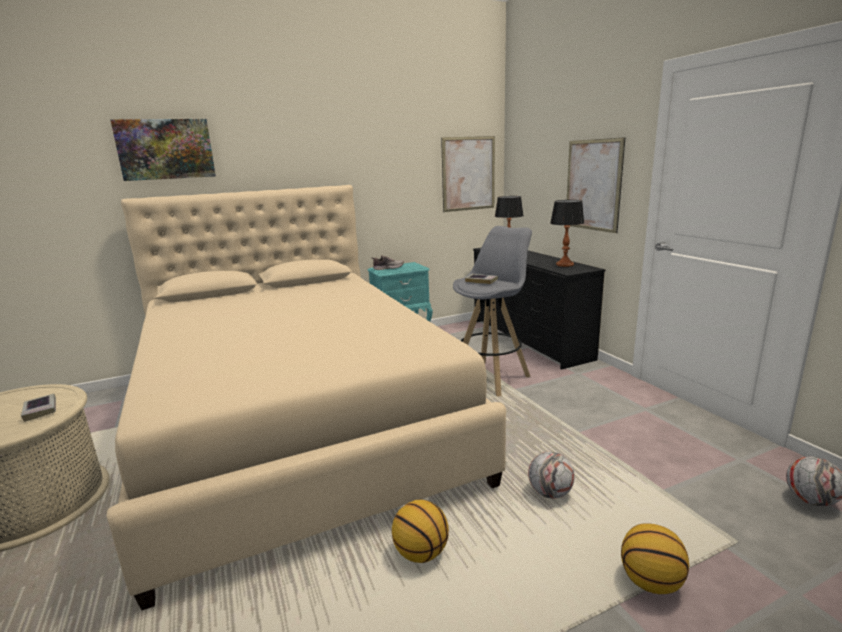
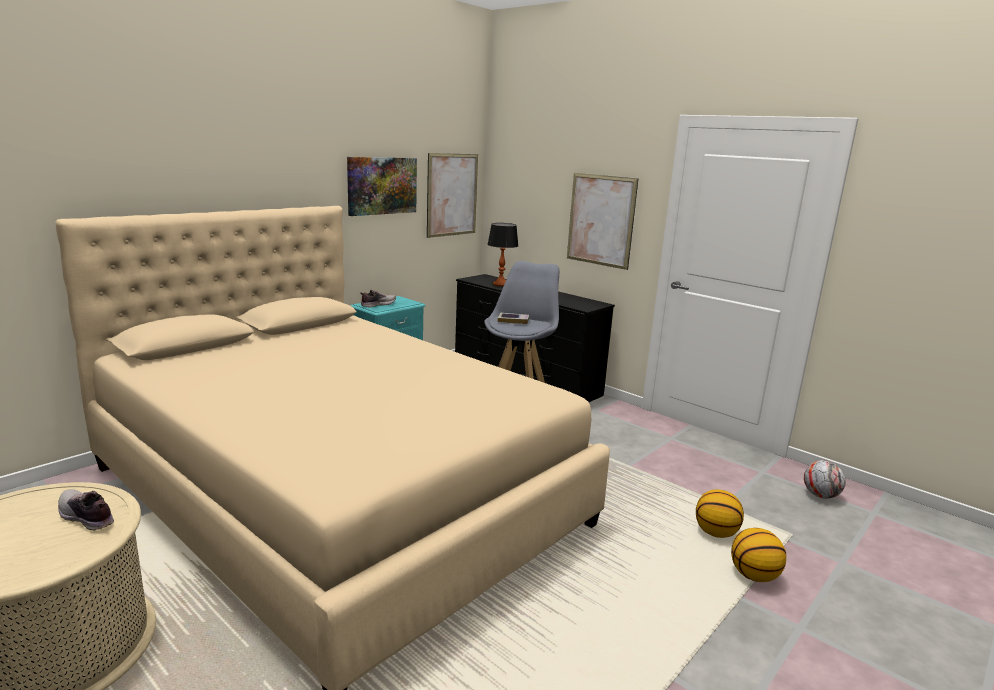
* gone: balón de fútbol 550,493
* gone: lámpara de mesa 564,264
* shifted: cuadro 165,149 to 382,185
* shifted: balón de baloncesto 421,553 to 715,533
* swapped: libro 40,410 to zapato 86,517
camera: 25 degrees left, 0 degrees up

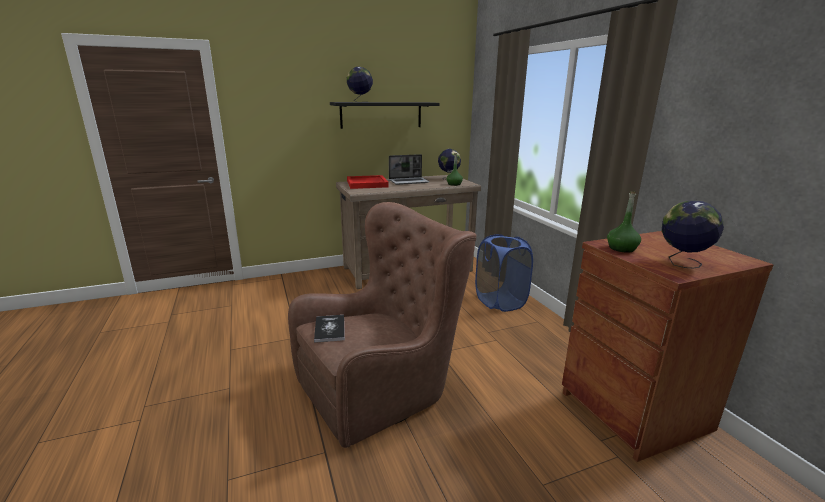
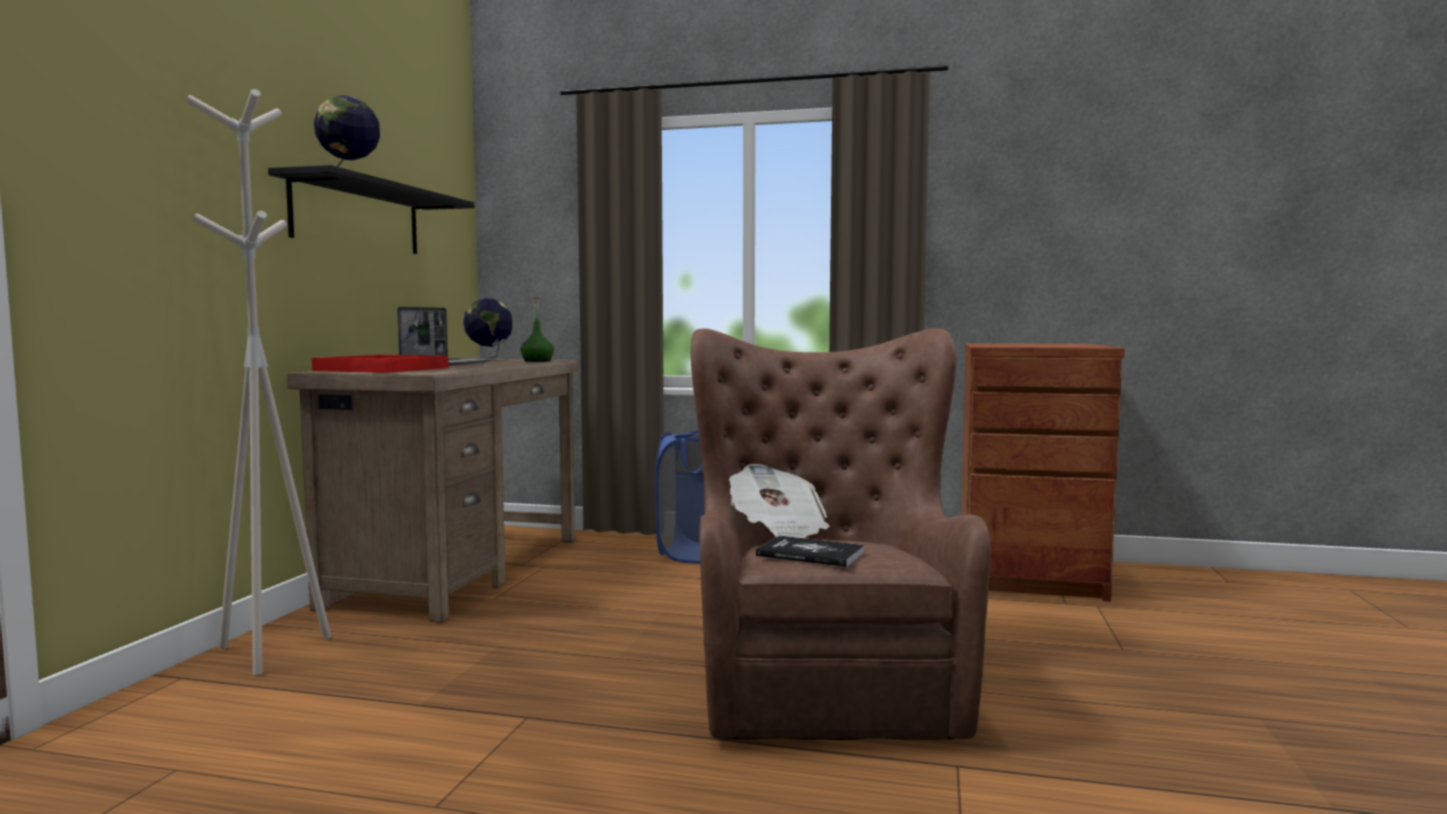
* gone: botella [verde] 621,248
* gone: globo terráqueo 682,263
* new: perchero [gris] 271,652
* new: periódico 778,530
camera: 55 degrees left, 15 degrees down

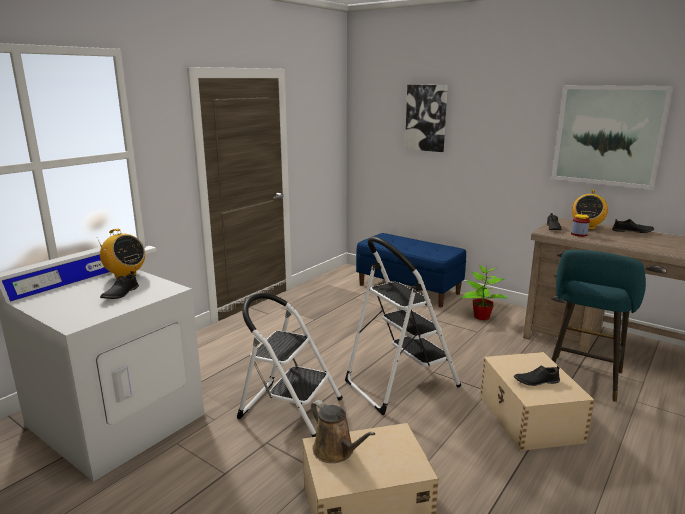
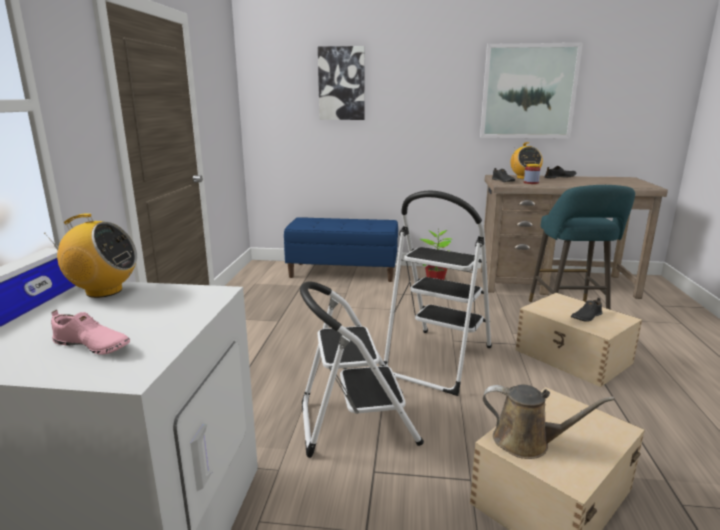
* gone: zapato [negro] 120,294
* new: zapato [rosa] 92,346
camera: 30 degrees left, 0 degrees up

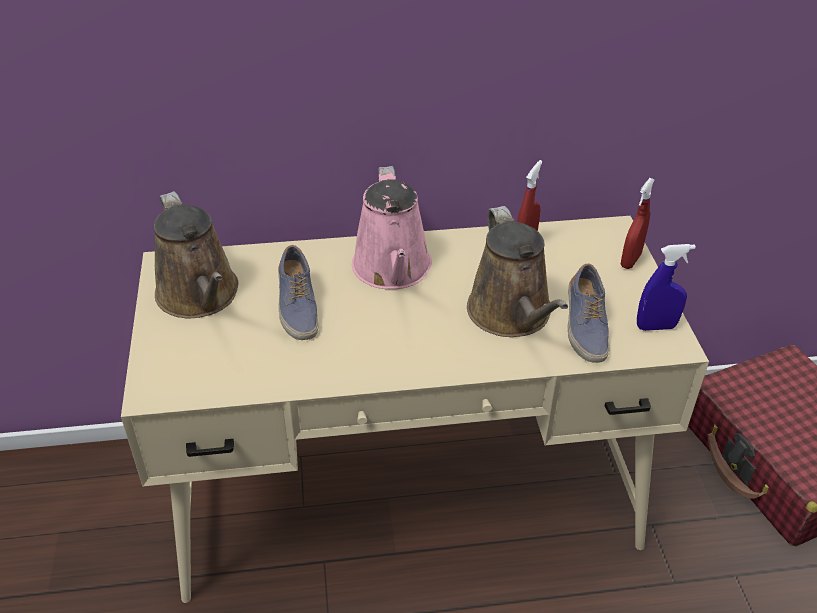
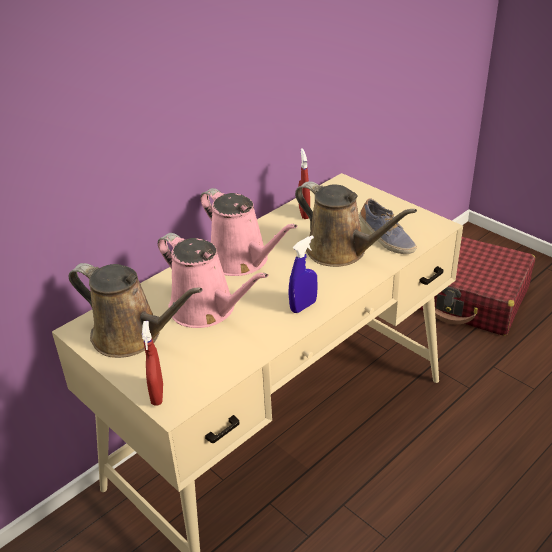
* shifted: pulverizador [rojo] 630,260 to 157,394
* shifted: pulverizador [azul] 656,326 to 303,306
* swapped: zapato 296,307 to regadera [rosa] 207,309
camera: 35 degrees left, 5 degrees down

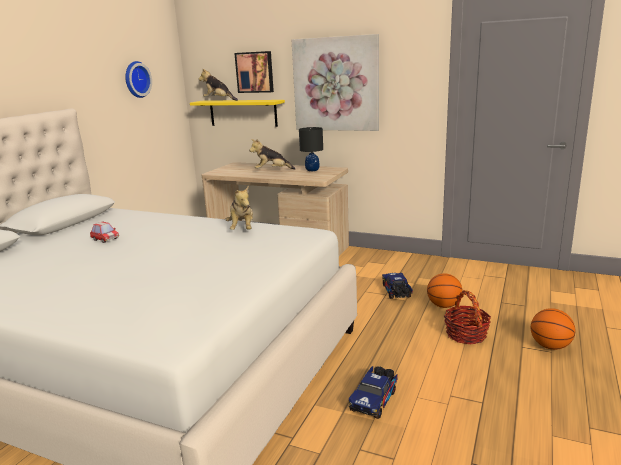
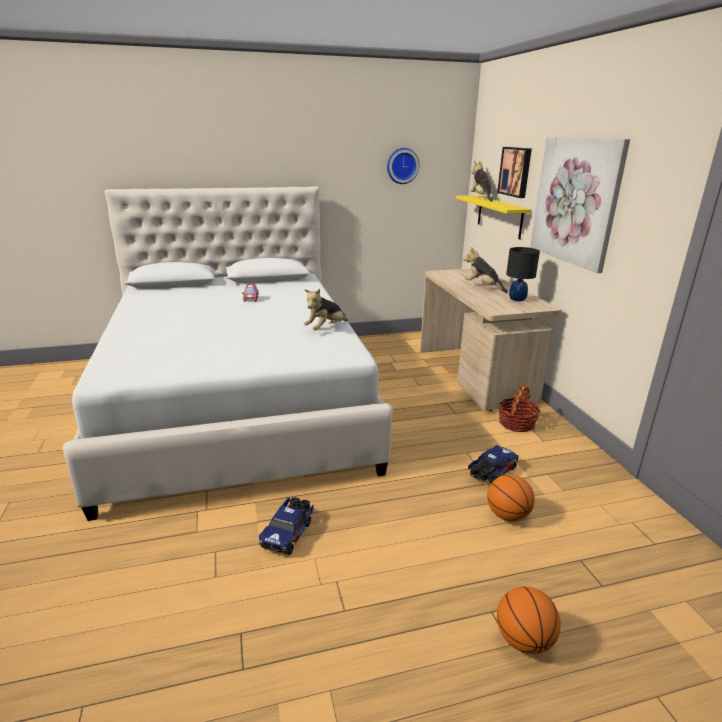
* shifted: cesta 466,334 to 516,423
* rotated: camión de juguete 374,399 = 288,533 60 degrees counterclockwise
camera: 50 degrees right, 5 degrees up

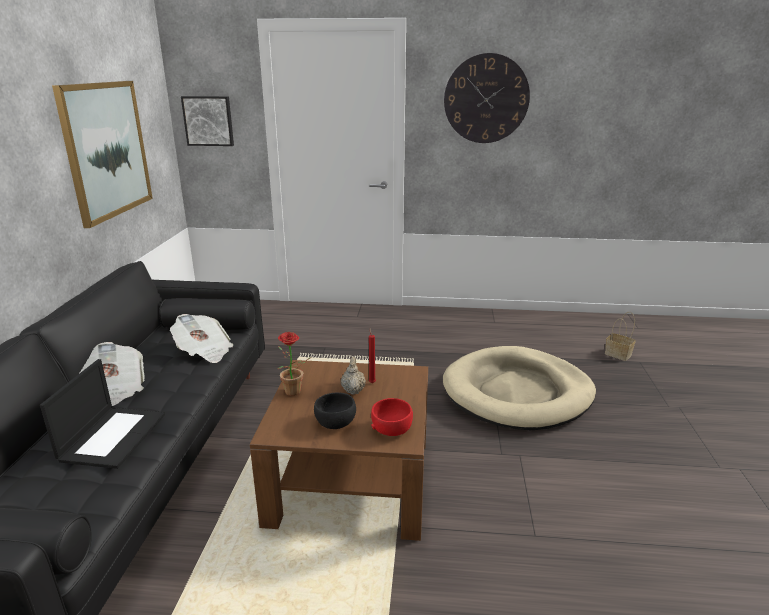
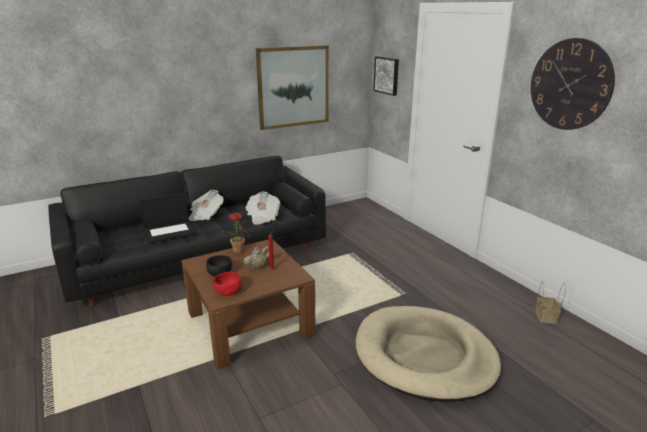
* shifted: cesta 619,354 to 546,317
camera: 55 degrees right, 0 degrees up

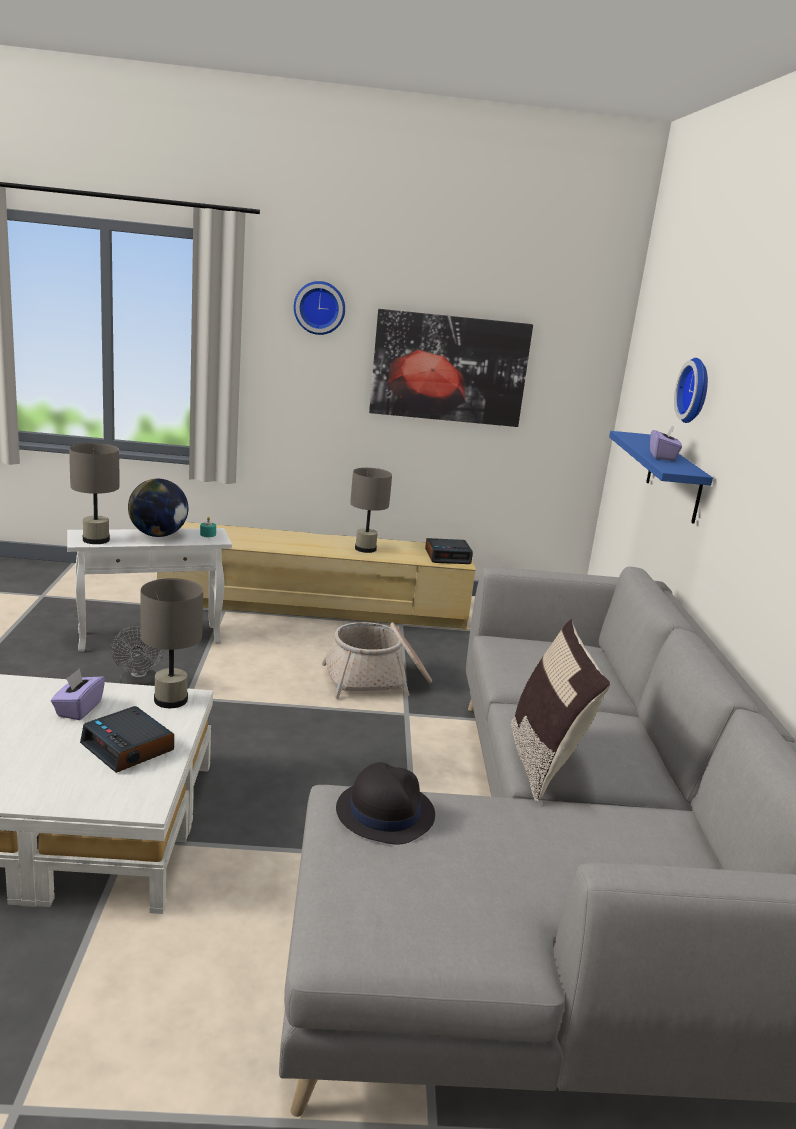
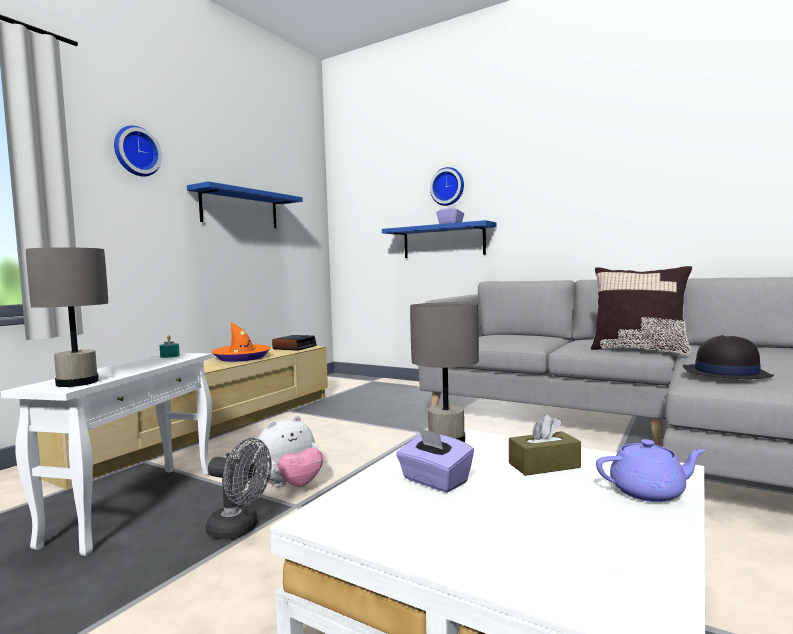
* gone: globo terráqueo 158,535
* gone: cesta 377,680
* new: peluche 291,485
* new: tetera [morado] 649,492
* swapped: despertador 129,748 to caja de pañuelos [marrón] 544,465
* swapped: lámpara de mesa [gris] 366,549 to sombrero [naranja] 242,358
* swapped: cuadro 449,368 to estante [azul] 240,209
camera: 55 degrees left, 15 degrees down

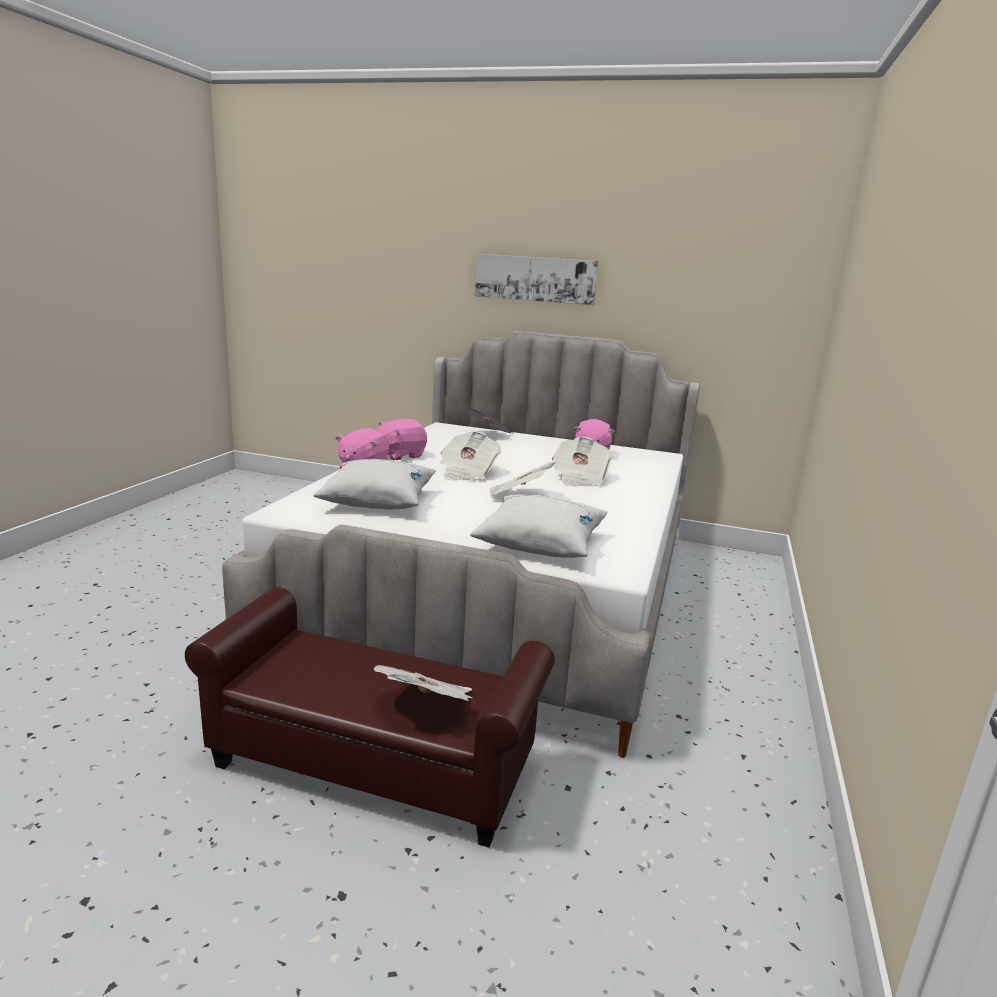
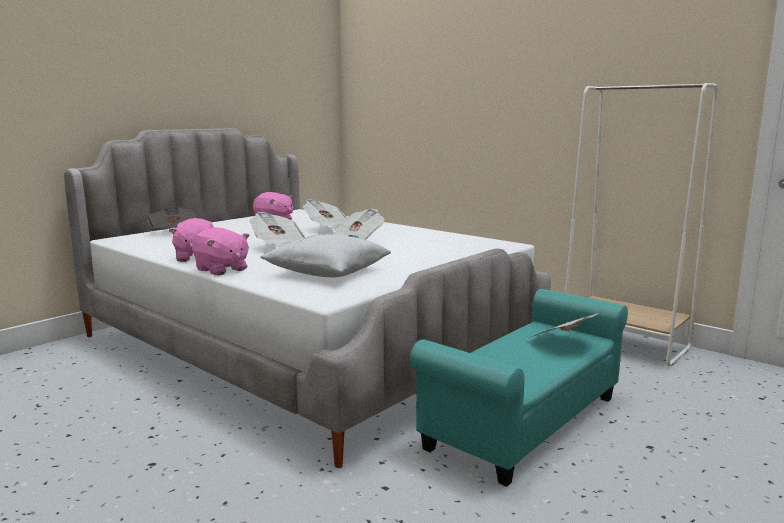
* gone: cojín [gris] 540,544
* gone: cuadro 535,279
* new: perchero 624,345
* repainted: puf [marrón] 374,764 to puf [turquesa] 524,422
camera: 65 degrees left, 5 degrees down

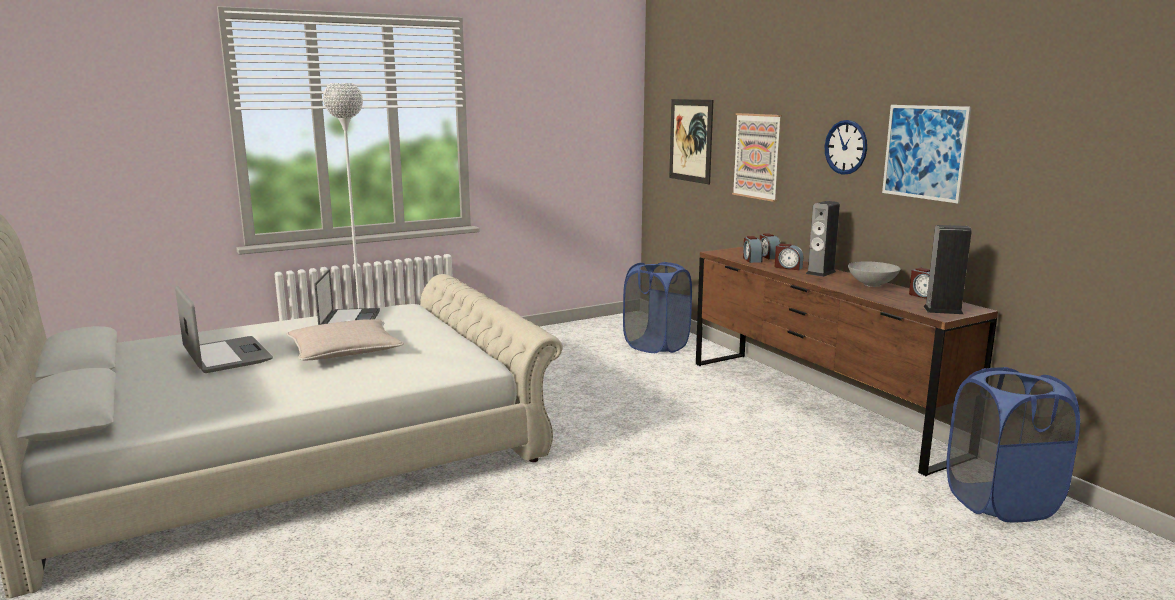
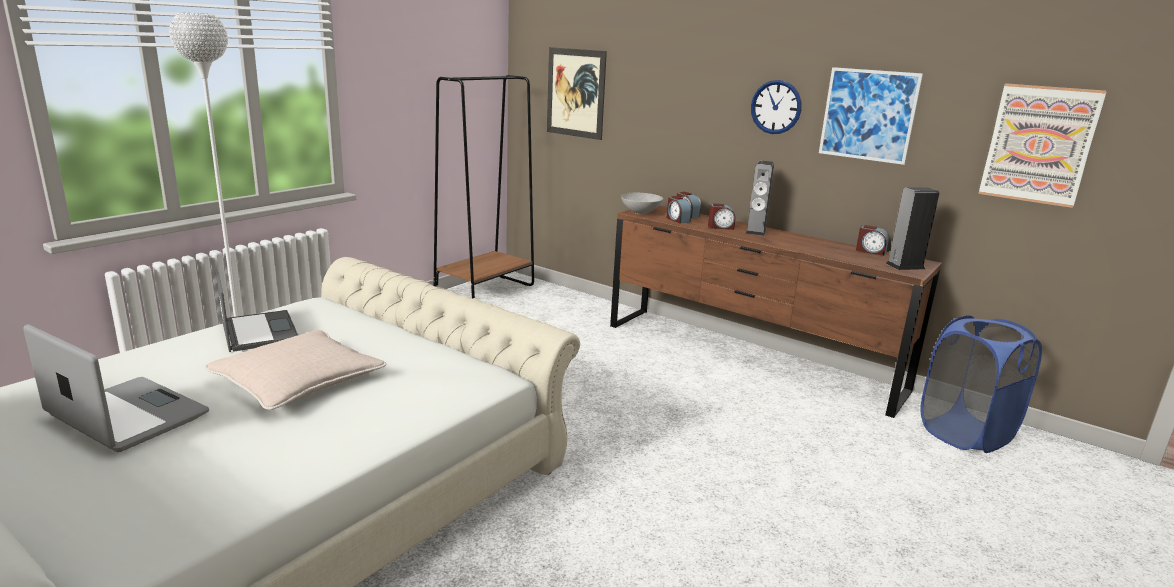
* gone: cesto de la ropa [azul] 656,346
* new: perchero 485,291
* shifted: cuadro 757,156 to 1039,144
* shifted: cuenco [gris] 873,285 to 641,212
camera: 25 degrees left, 5 degrees up

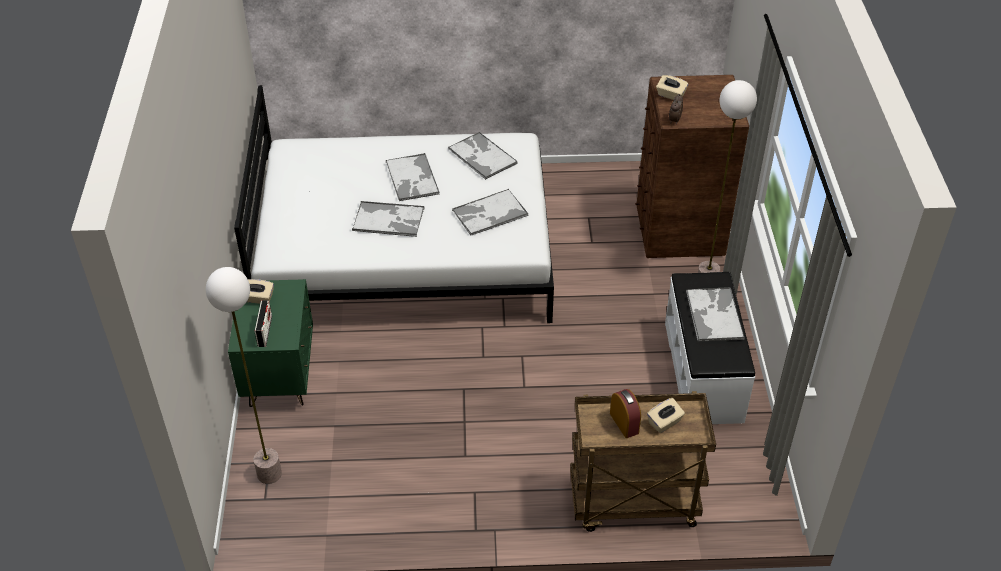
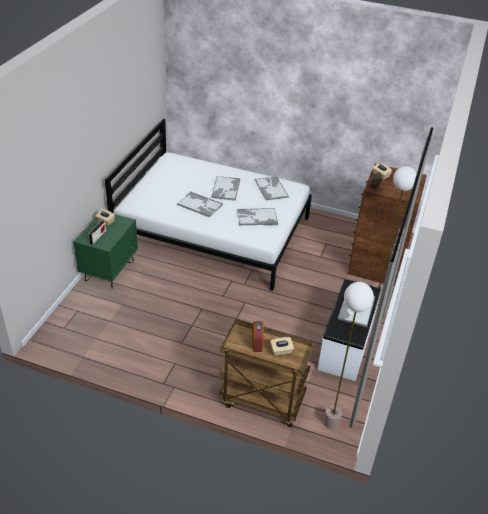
* shifted: lámpara de pie 269,473 to 331,422
camera: 20 degrees right, 5 degrees down

